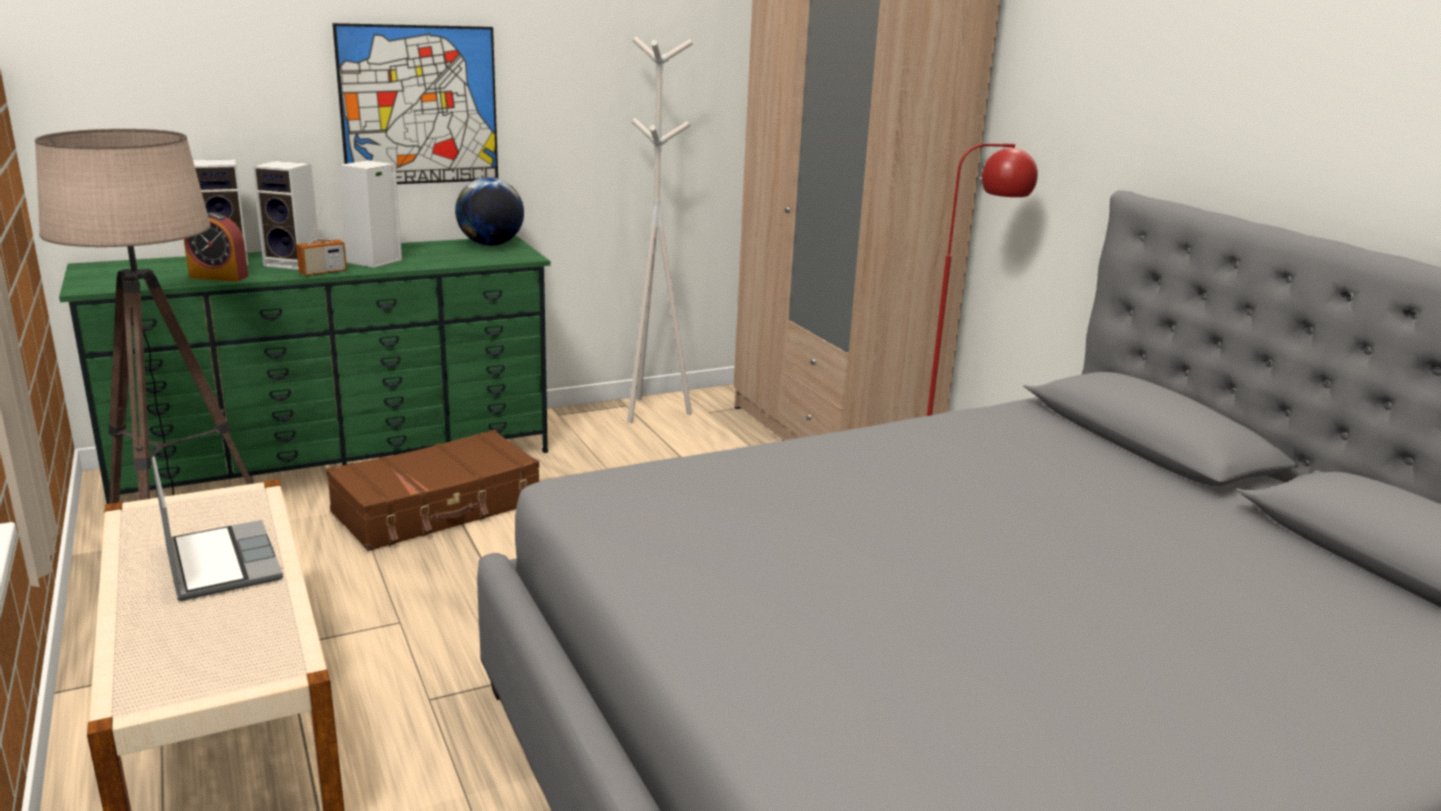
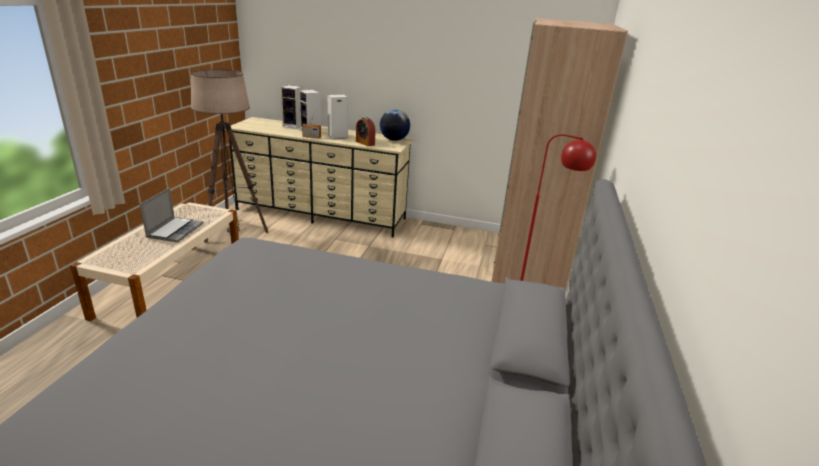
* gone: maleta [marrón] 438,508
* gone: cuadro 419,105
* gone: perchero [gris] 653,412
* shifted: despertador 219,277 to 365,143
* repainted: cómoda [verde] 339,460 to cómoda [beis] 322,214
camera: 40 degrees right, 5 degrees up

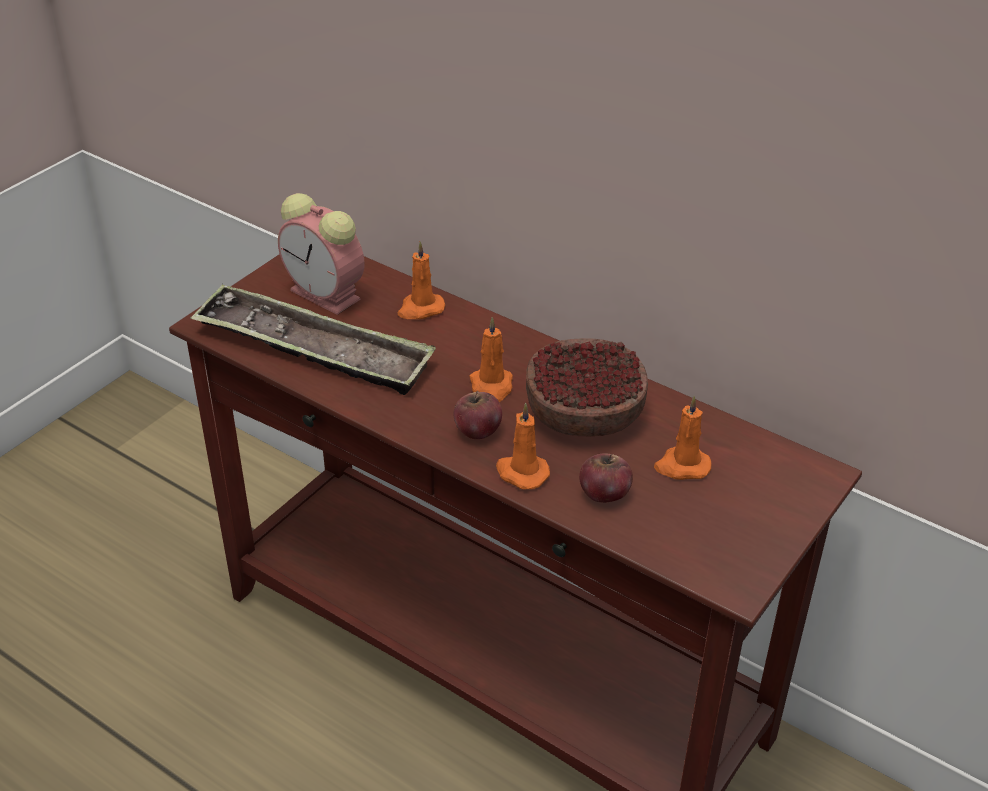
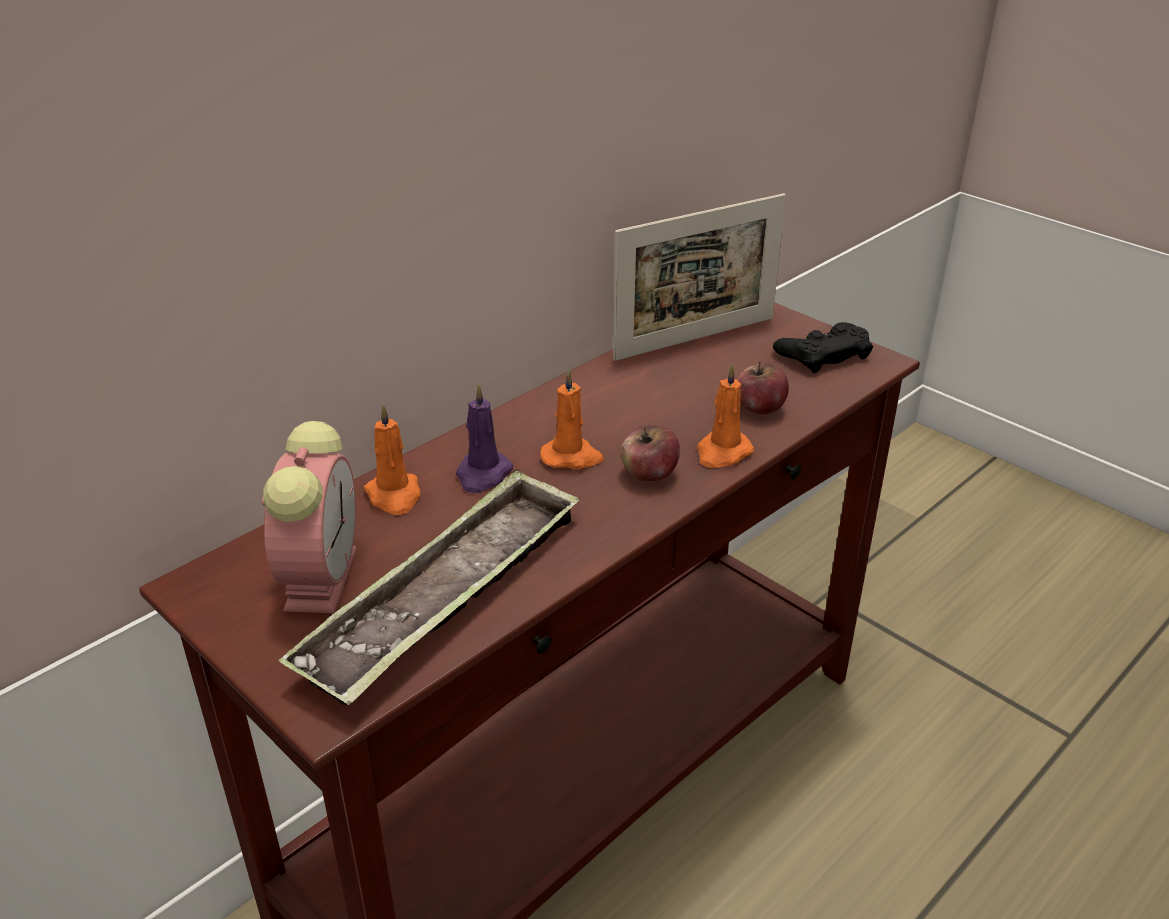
* gone: cuenco 585,412
* gone: vela [naranja] 681,466
* new: vela [morado] 483,475
* new: portarretratos 695,338
* new: mando de consola [negro] 823,354
* rotated: despertador 328,295 = 321,575 45 degrees counterclockwise
camera: 80 degrees left, 5 degrees down

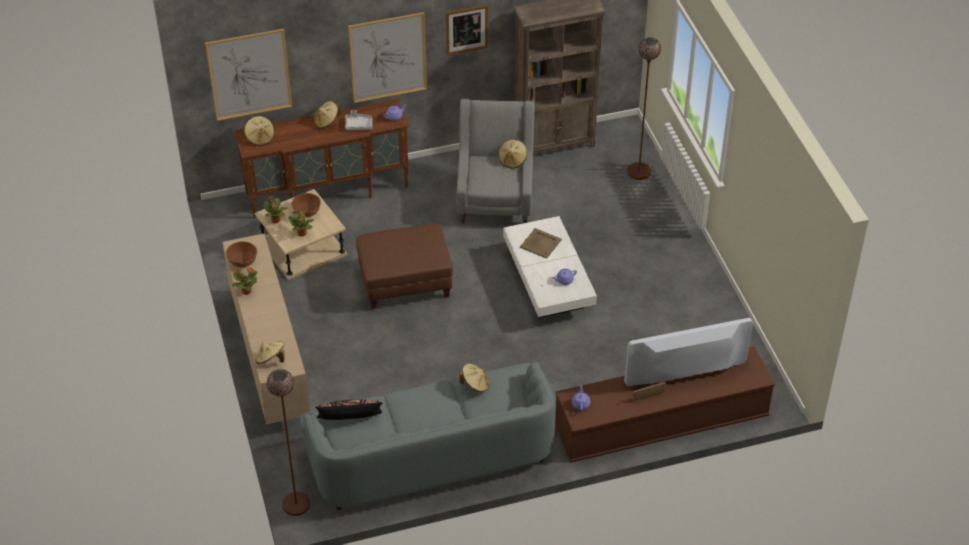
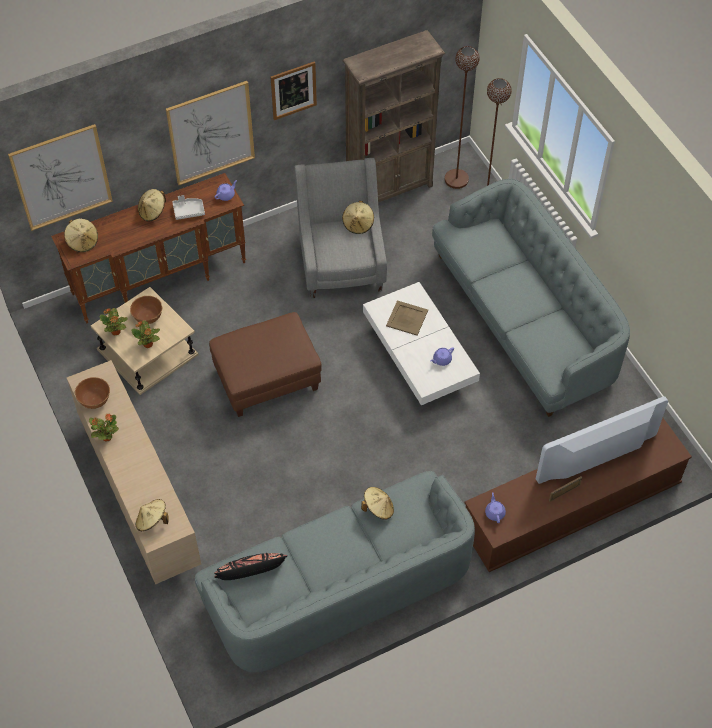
* new: sofá [gris] 524,319
* shifted: lámpara de pie [marrón] 296,504 to 456,179
camera: 10 degrees left, 10 degrees up

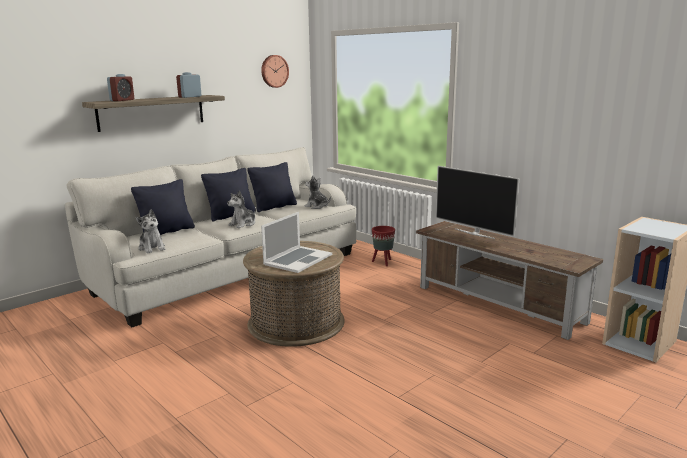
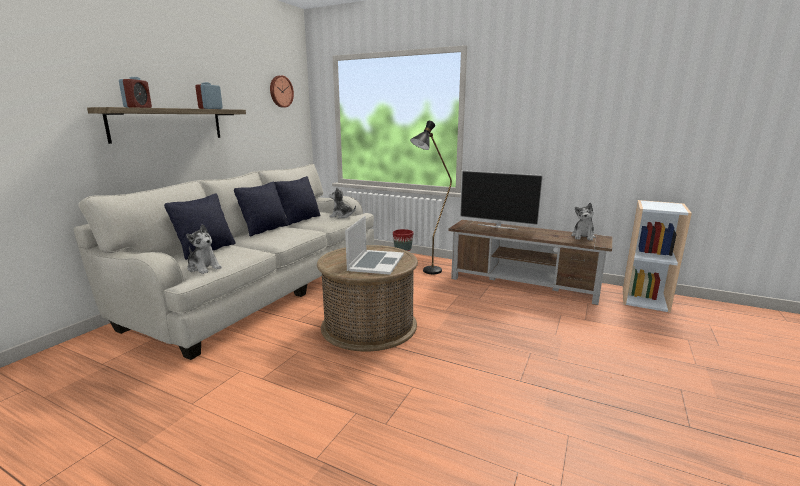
* new: lámpara de pie [negro] 427,273
* shifted: peluche 243,224 to 583,236
camera: 20 degrees left, 0 degrees up

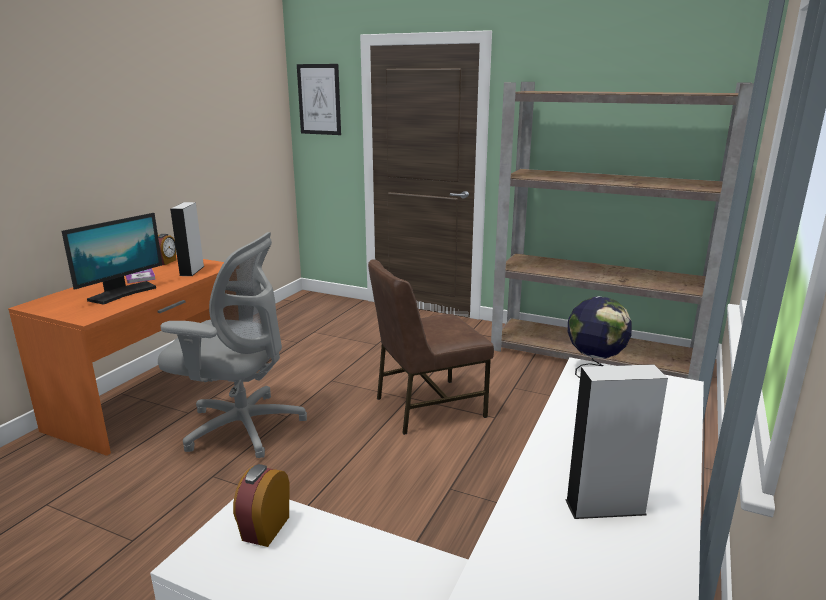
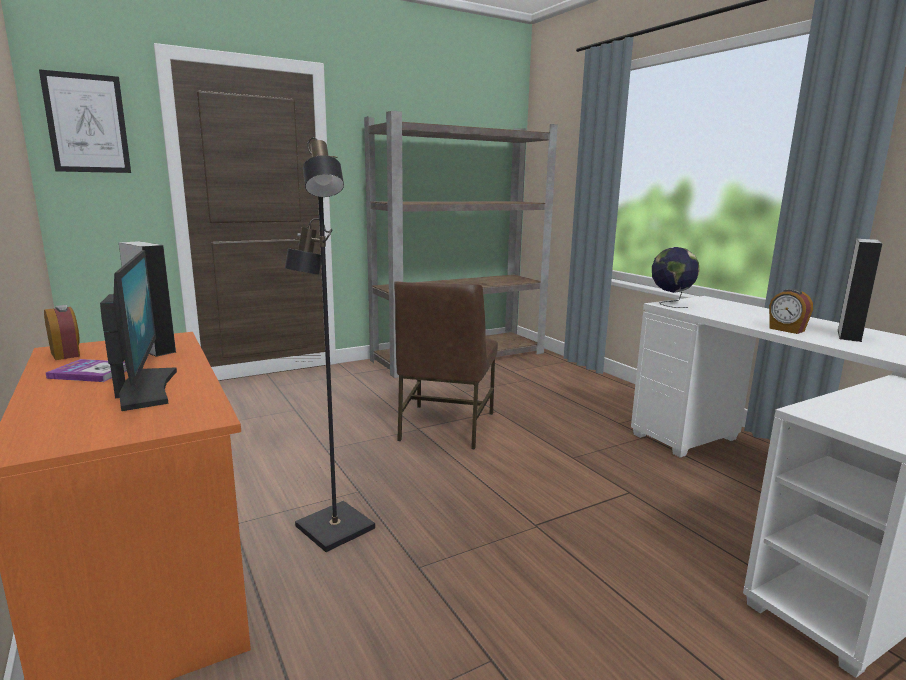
* shifted: despertador 264,528 to 786,330
* swapped: silla de oficina [gris] 235,427 to lámpara de pie [negro] 335,527
camera: 55 degrees left, 5 degrees down

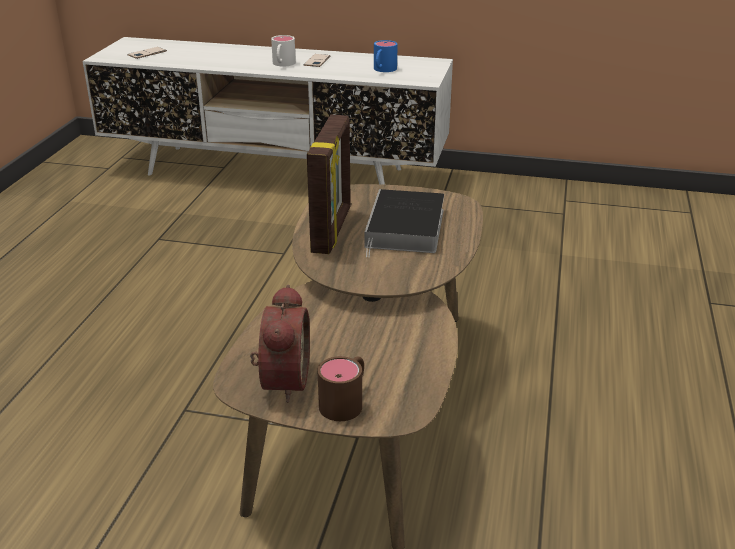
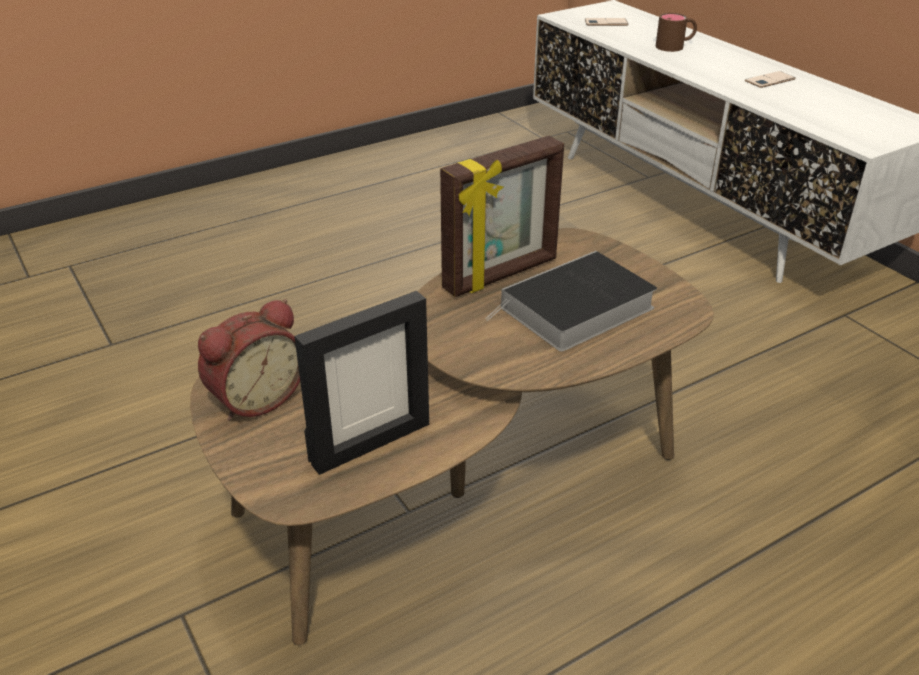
* gone: taza grande [blanco] 282,64
* gone: taza grande [azul] 383,70
* new: portarretratos 370,442
* shifted: taza grande [marrón] 346,401 to 675,46
camera: 45 degrees right, 5 degrees up

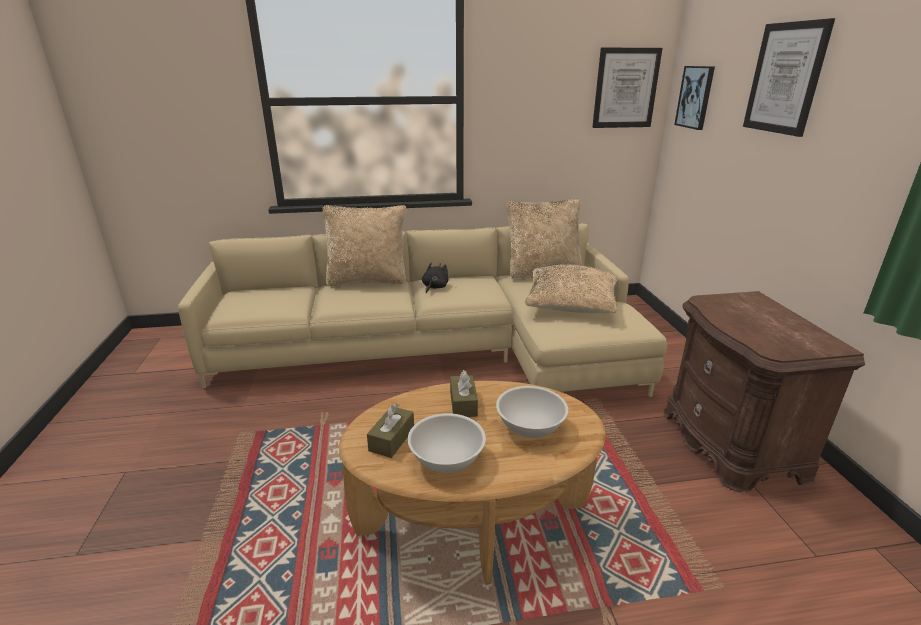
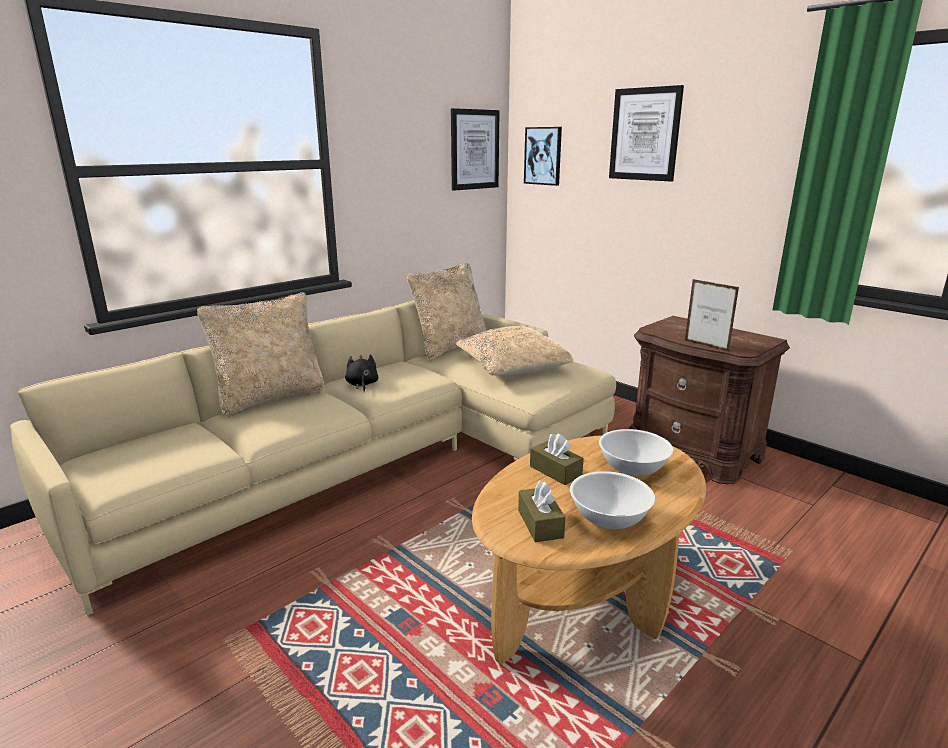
* new: portarretratos 706,346
camera: 35 degrees left, 5 degrees down

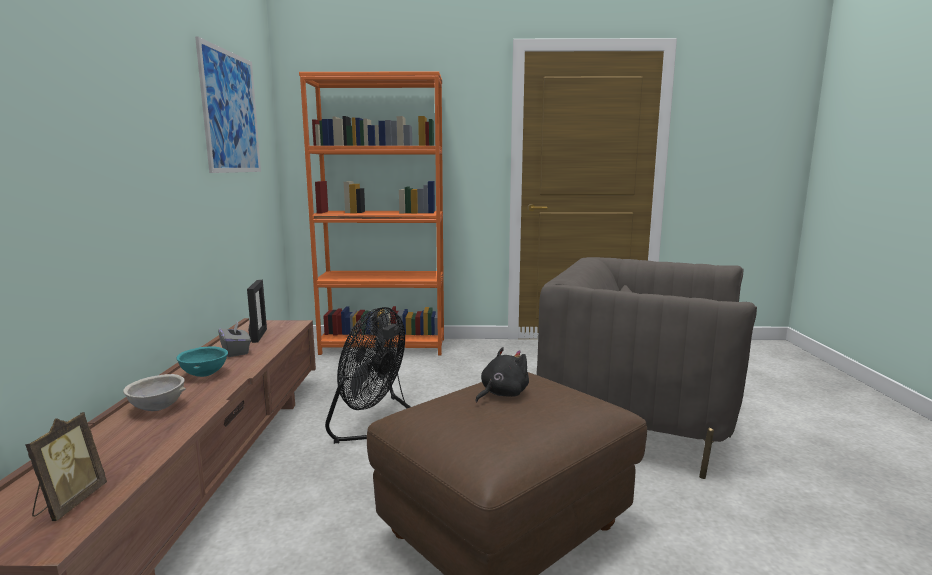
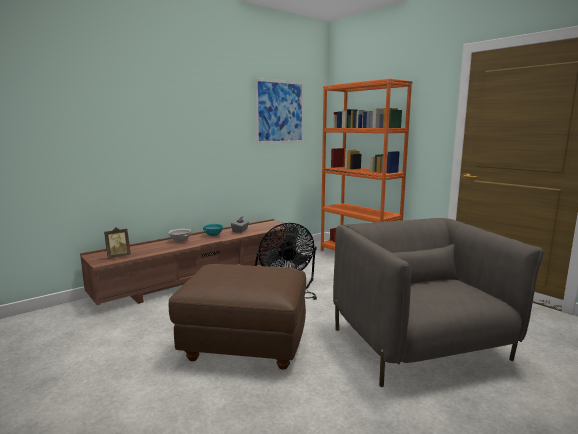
* gone: portarretratos 258,335
* gone: peluche [negro] 502,394
camera: 50 degrees right, 0 degrees up

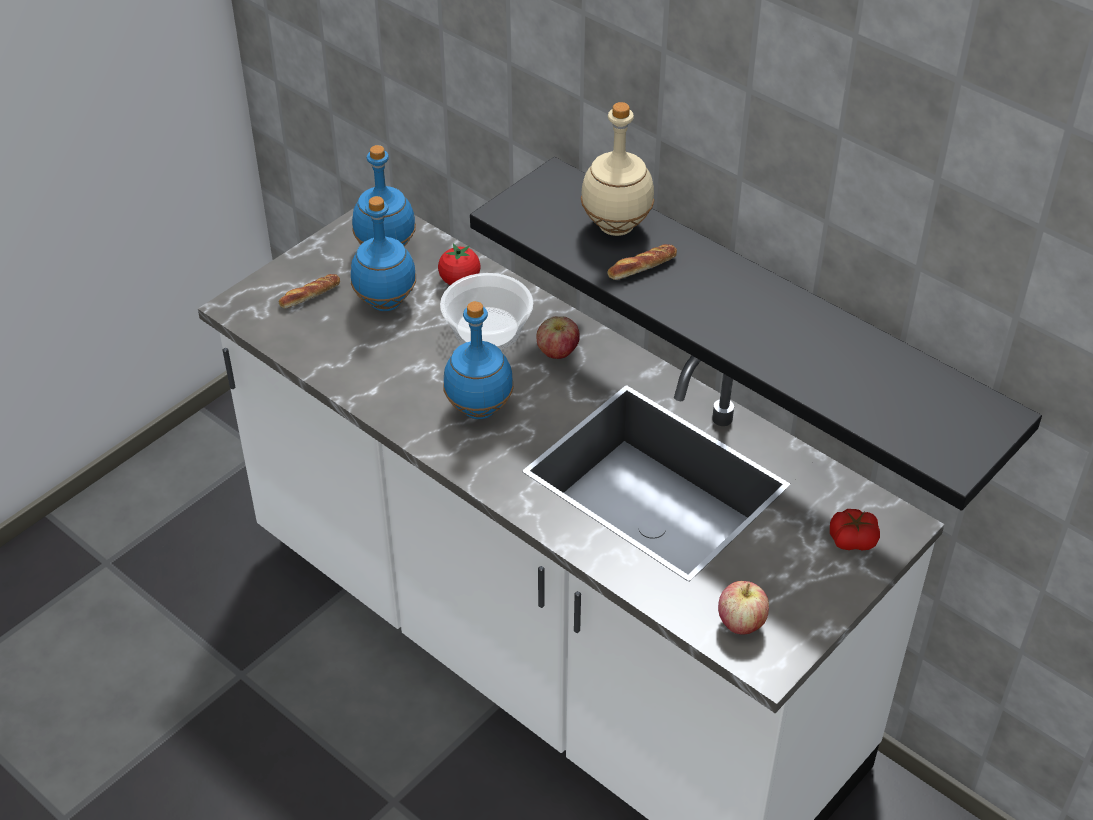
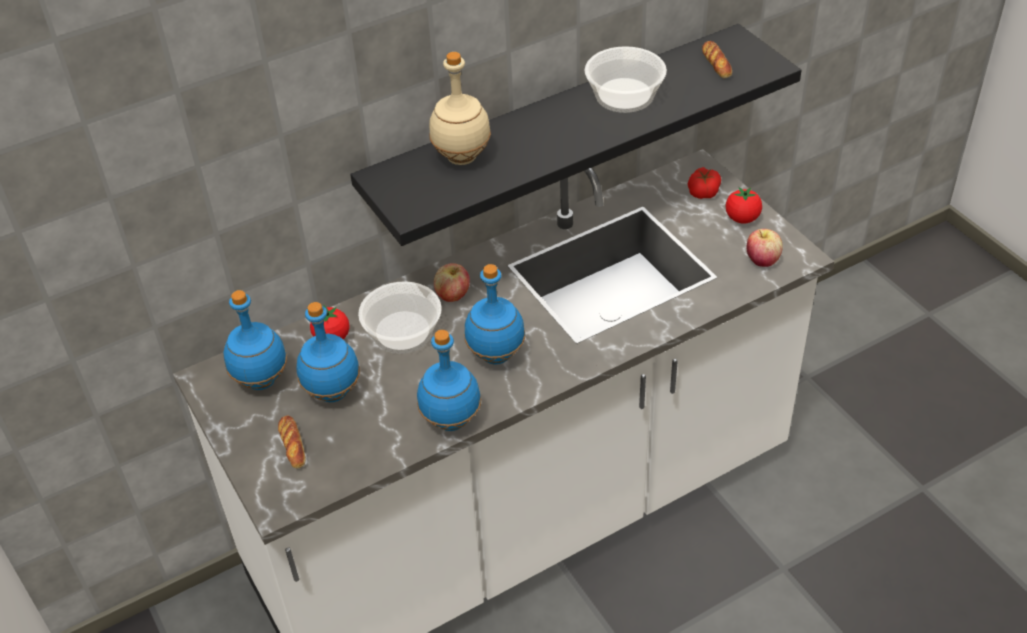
* new: botella [azul] 451,421
* new: cuenco 623,95
* new: tomate 742,218
* shifted: pan 642,267 to 716,63
camera: 70 degrees left, 0 degrees up

